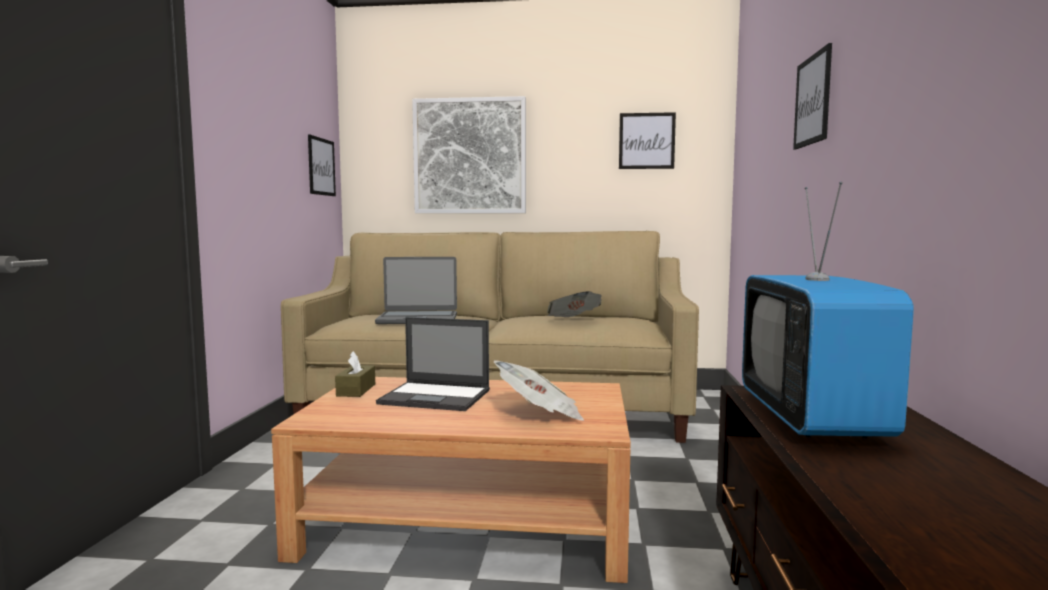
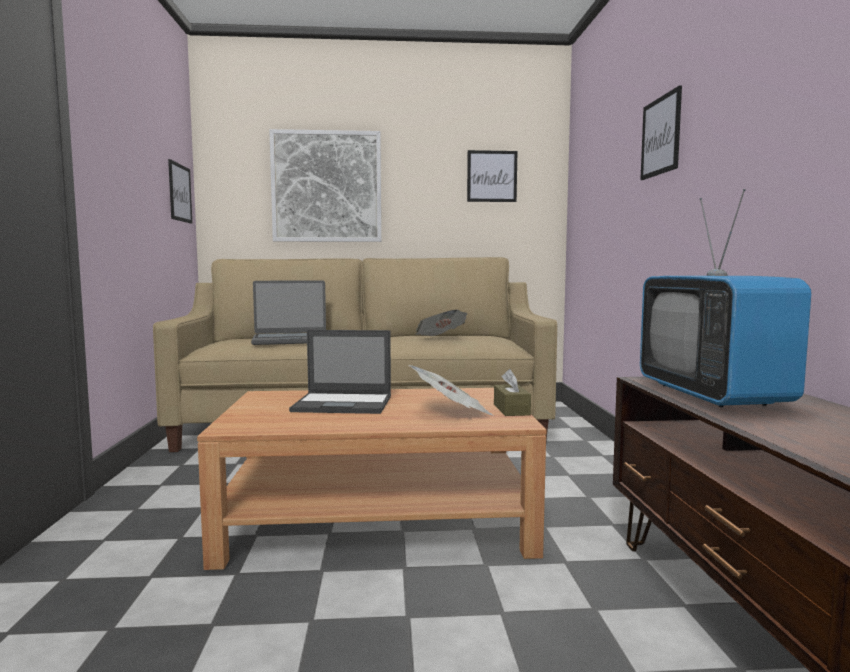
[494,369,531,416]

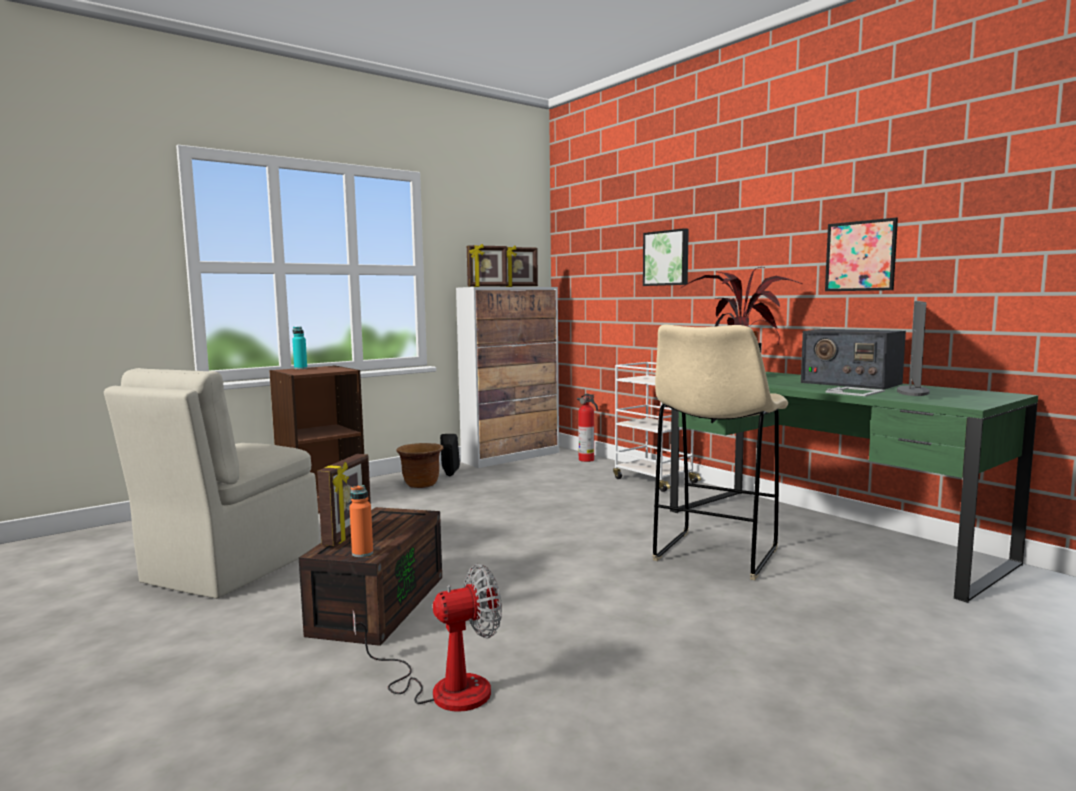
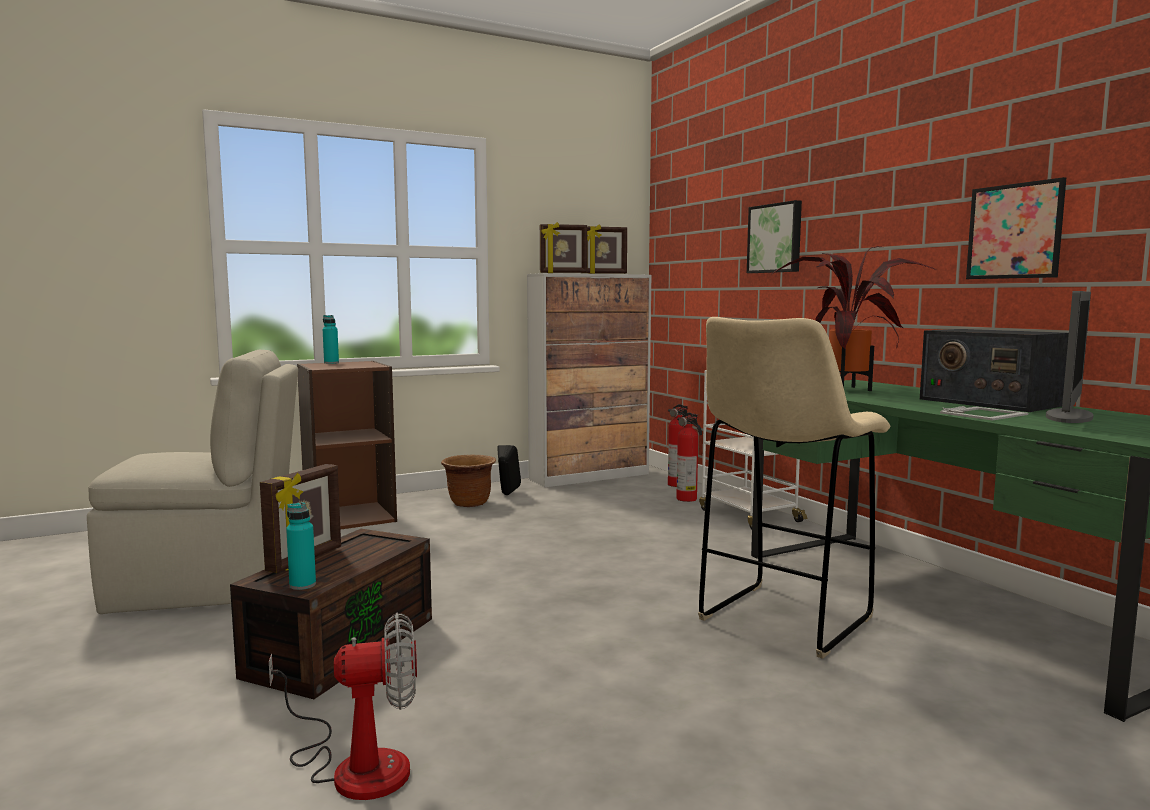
[676,412,702,502]
[286,502,316,590]
[87,350,298,614]

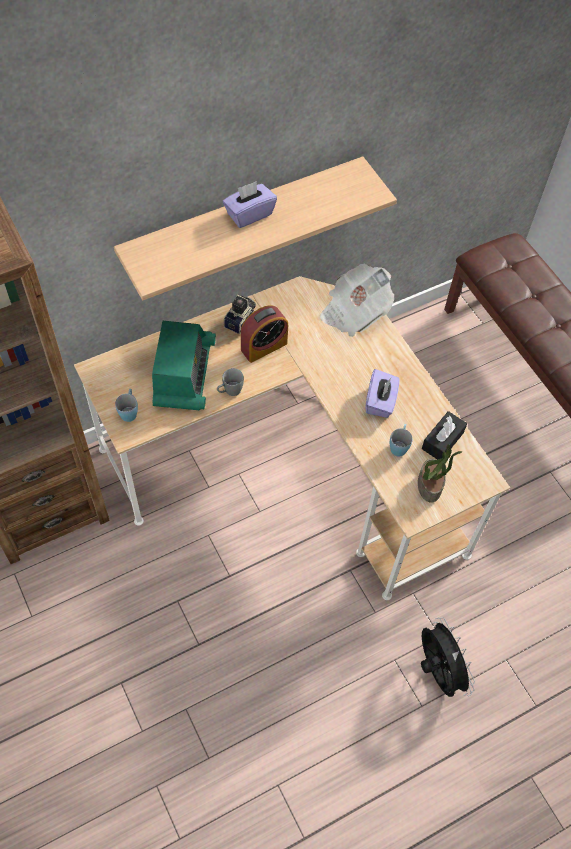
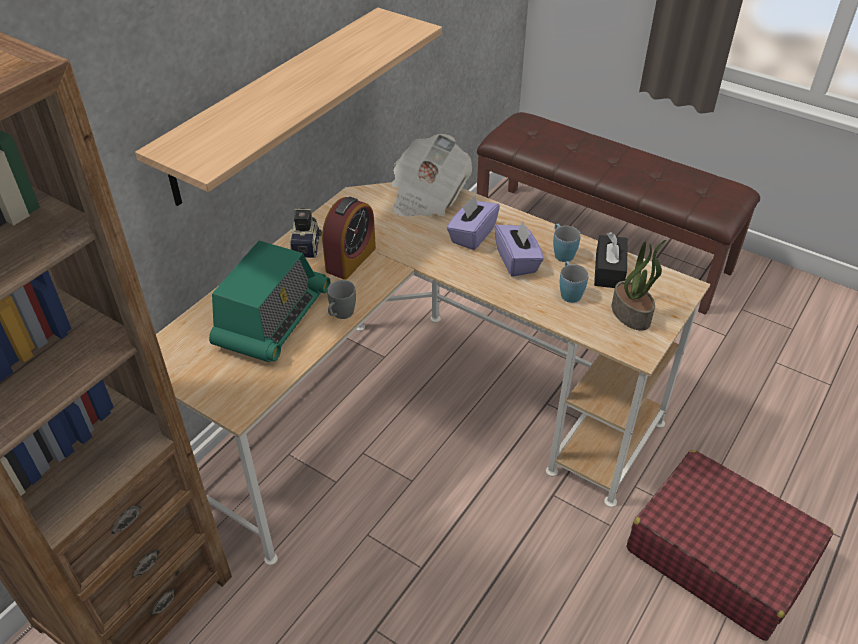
[553,224,581,262]
[446,195,500,250]
[627,450,833,641]
[209,241,330,362]

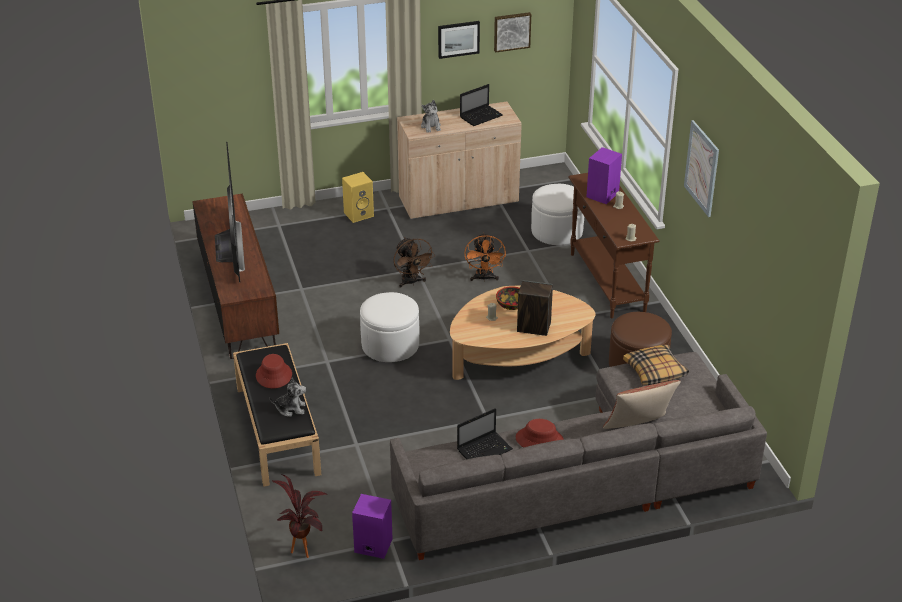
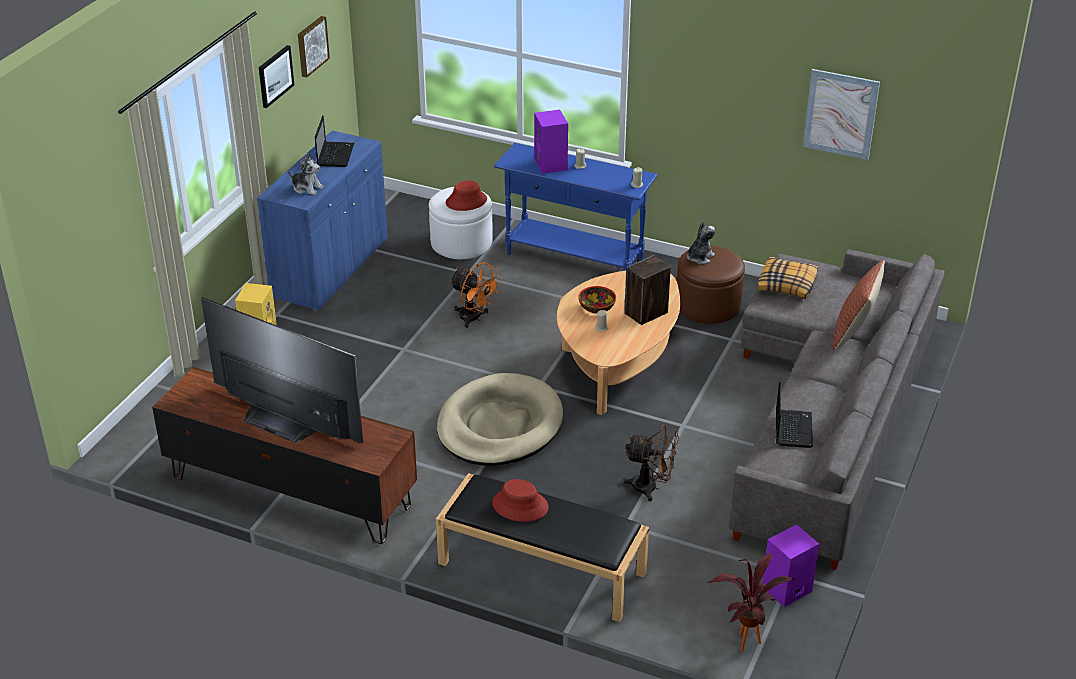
[687,221,715,264]
[622,424,679,502]
[446,180,487,211]
[803,69,880,160]
[437,373,563,466]
[257,131,388,311]
[494,143,658,271]

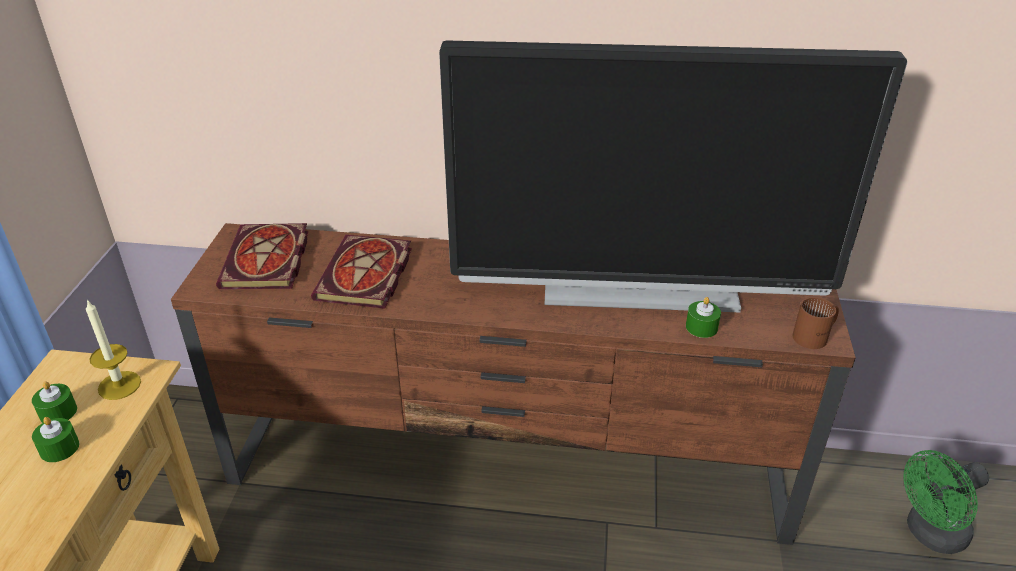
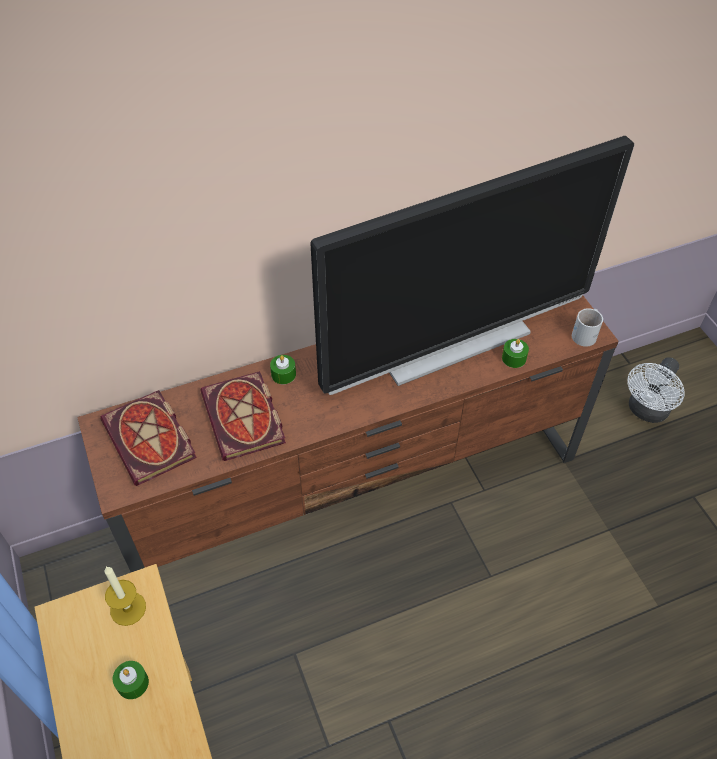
[270,355,296,384]
[572,308,603,347]
[627,357,685,423]

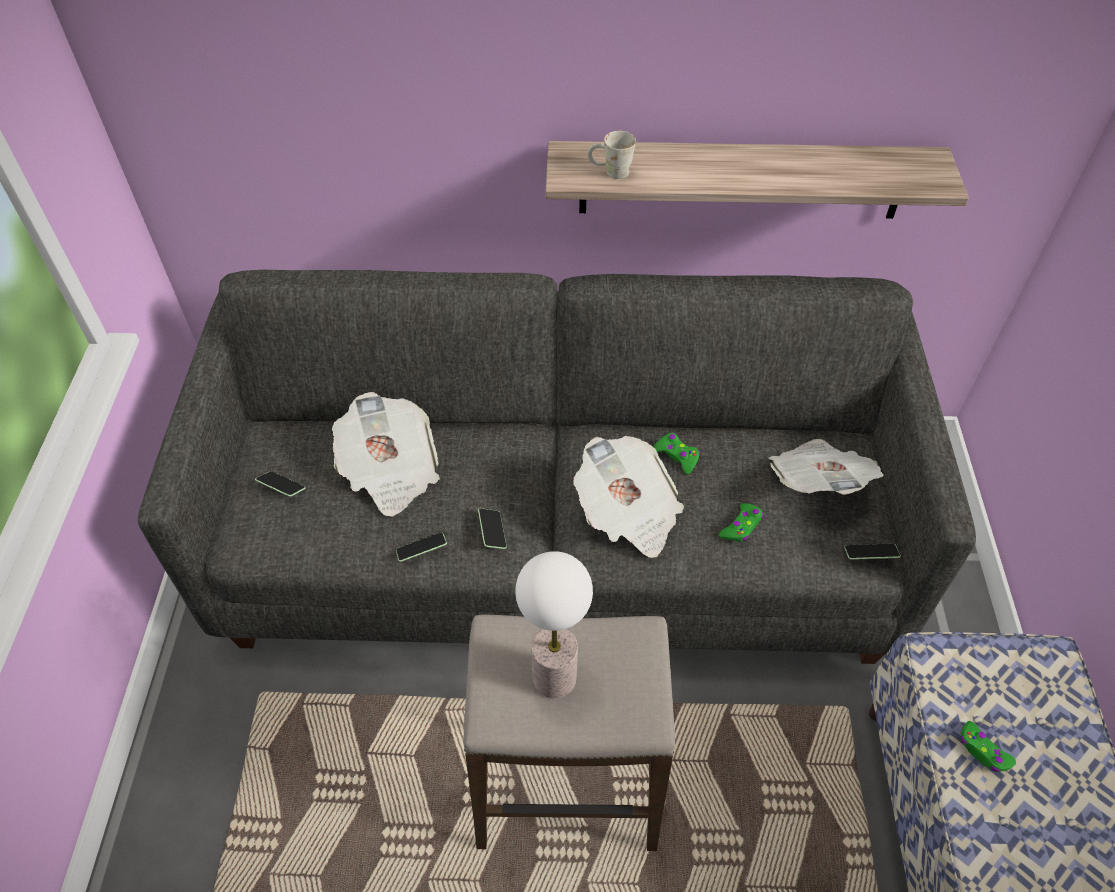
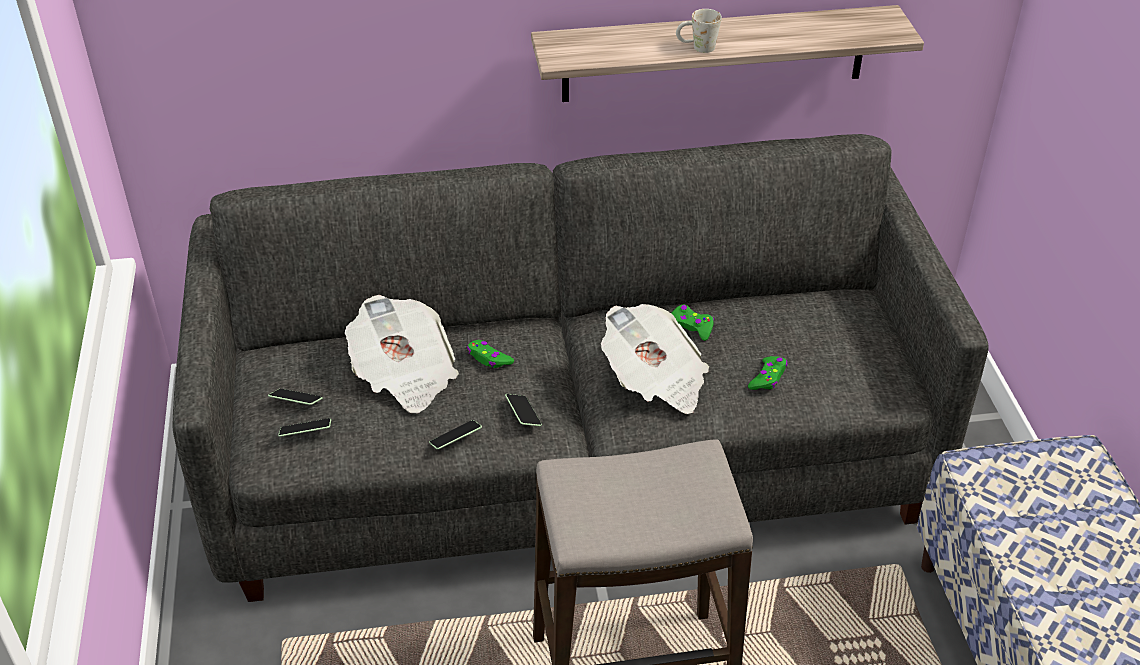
[515,551,593,698] (first image)
[768,439,884,495] (first image)
[676,9,722,53]
[278,418,331,437]
[467,340,514,368]

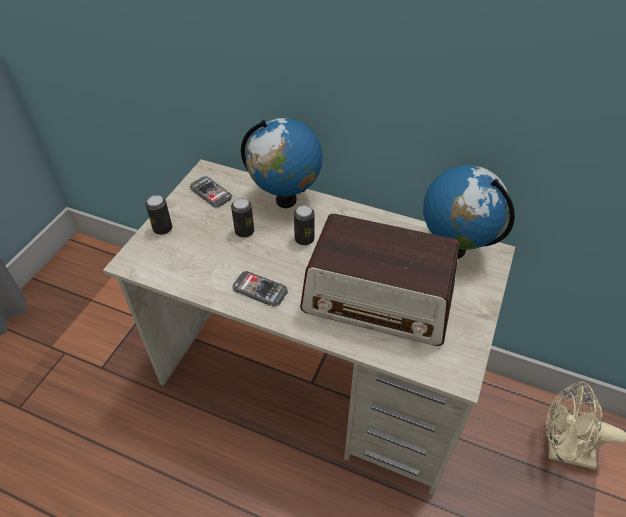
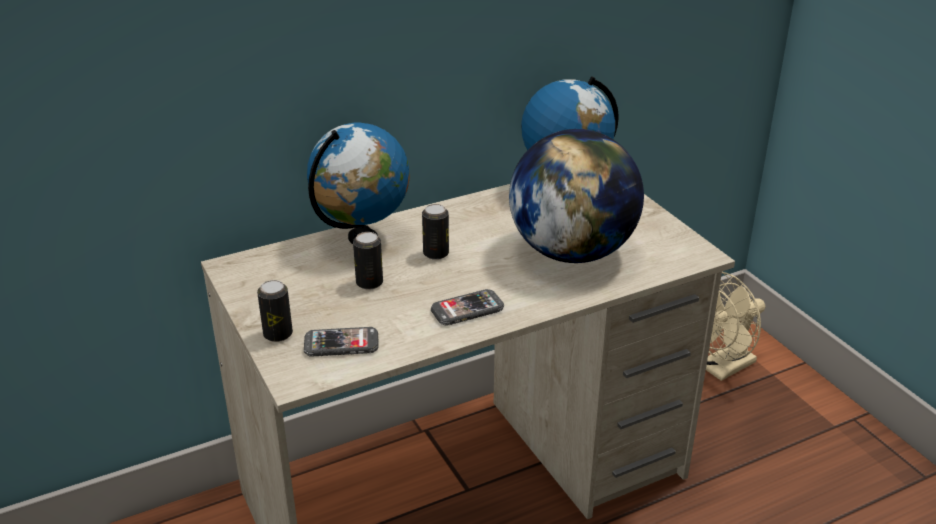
[304,327,379,357]
[509,129,644,263]

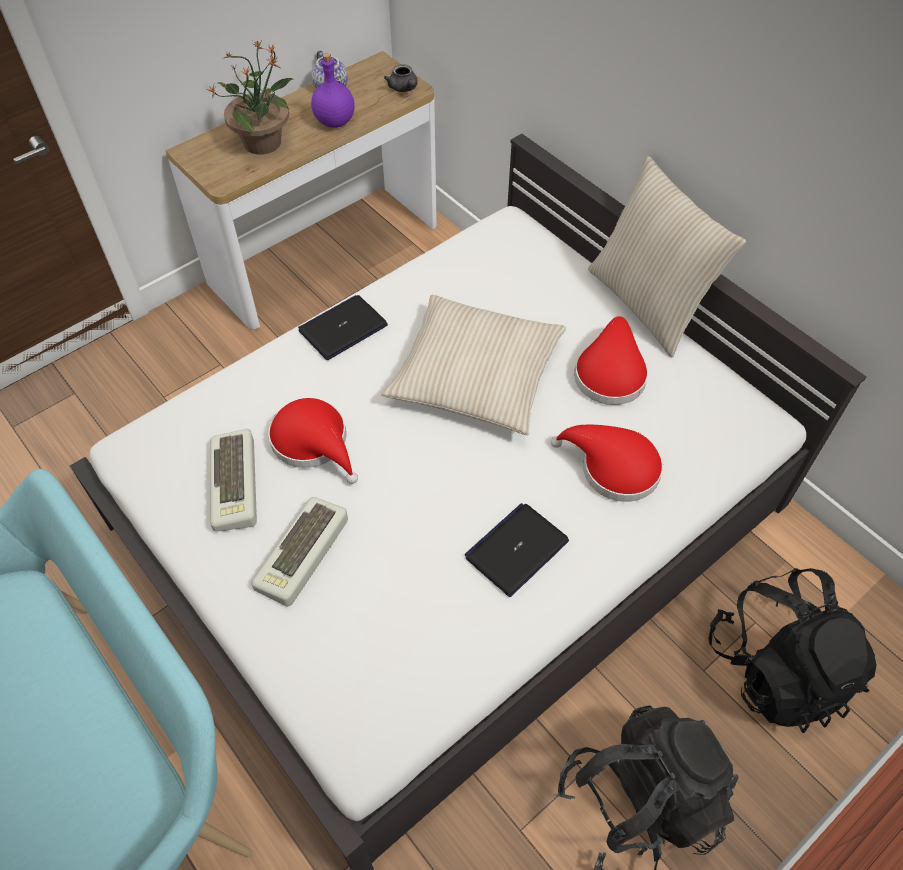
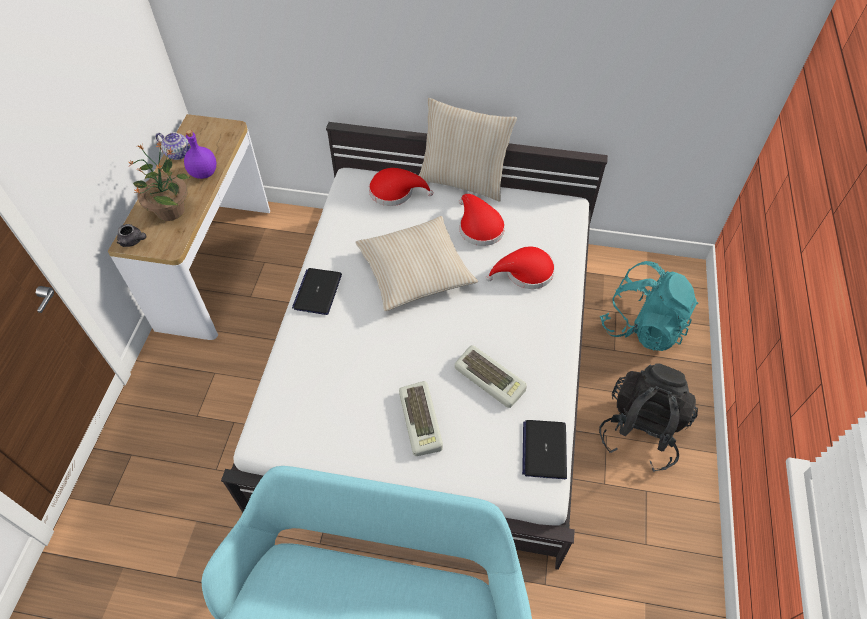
[455,345,527,408]
[369,168,433,206]
[117,224,147,247]
[522,420,567,479]
[600,261,698,351]

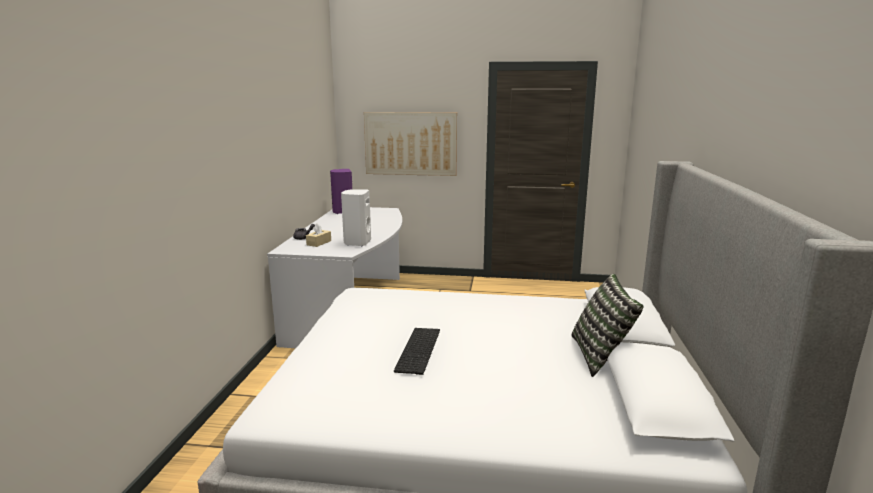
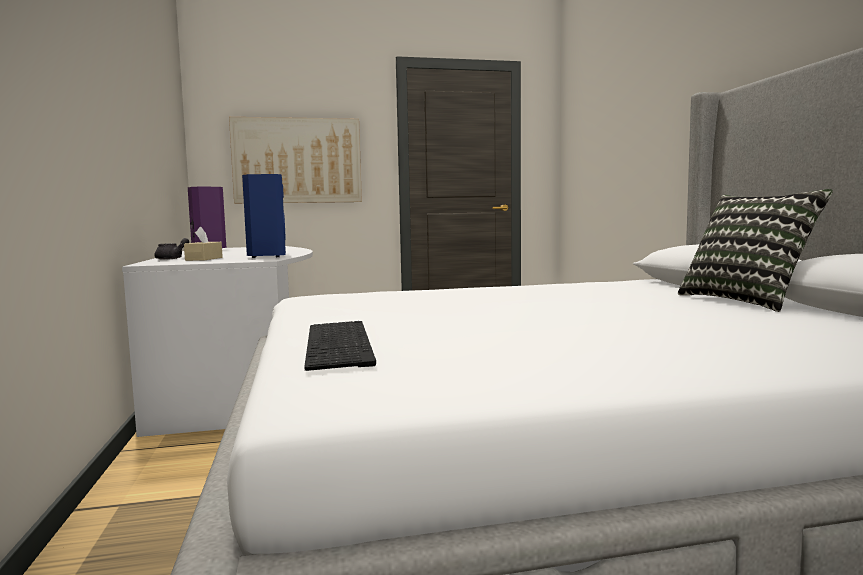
[304,321,376,371]
[242,174,286,258]

